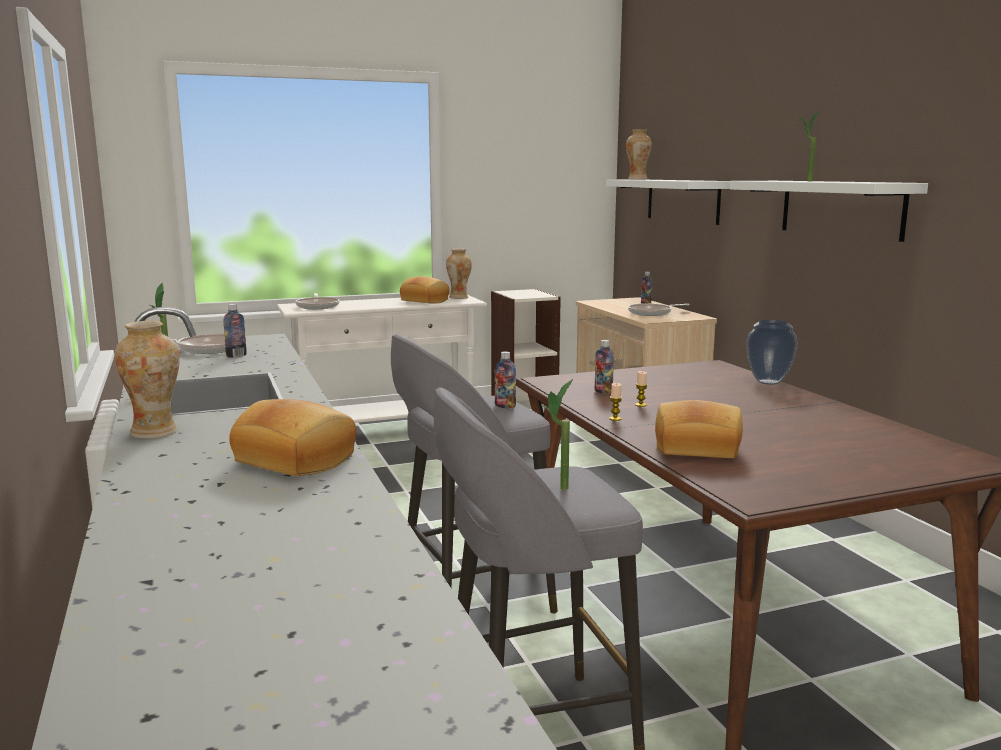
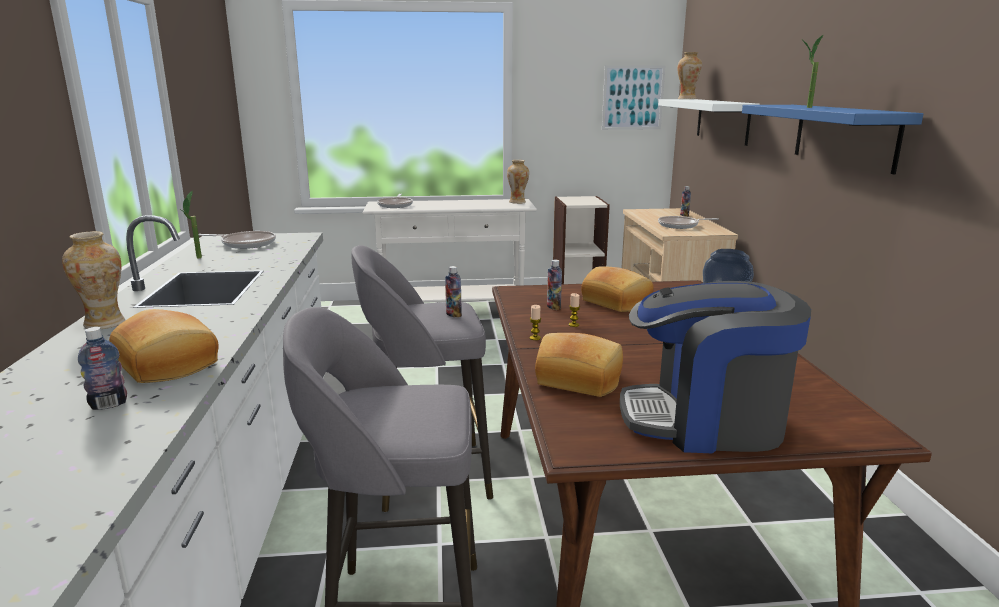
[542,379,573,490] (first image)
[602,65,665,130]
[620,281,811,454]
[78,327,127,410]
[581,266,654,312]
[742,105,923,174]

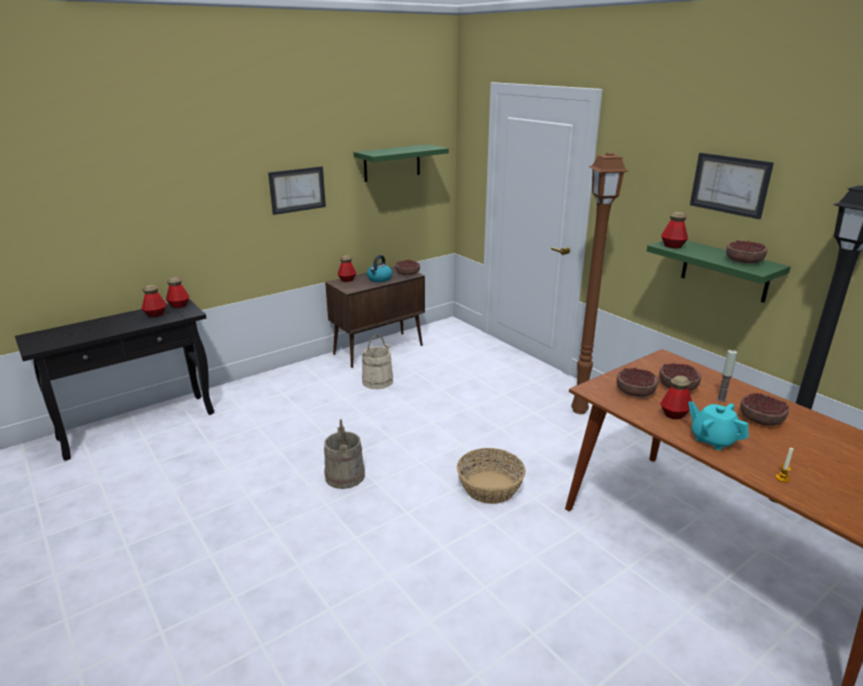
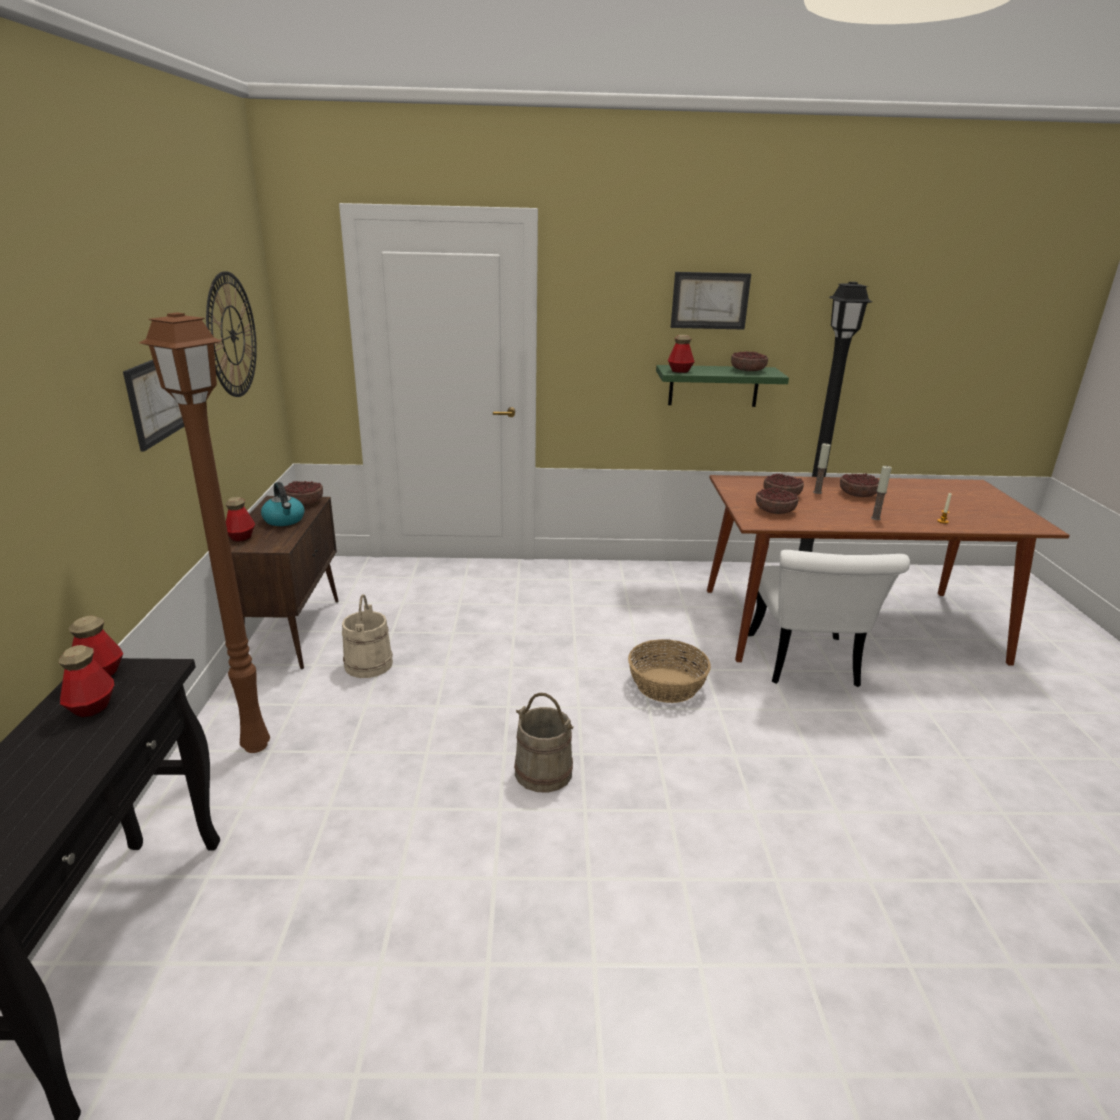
[660,376,692,419] (first image)
[748,550,910,687]
[139,313,270,753]
[206,271,257,397]
[871,465,892,520]

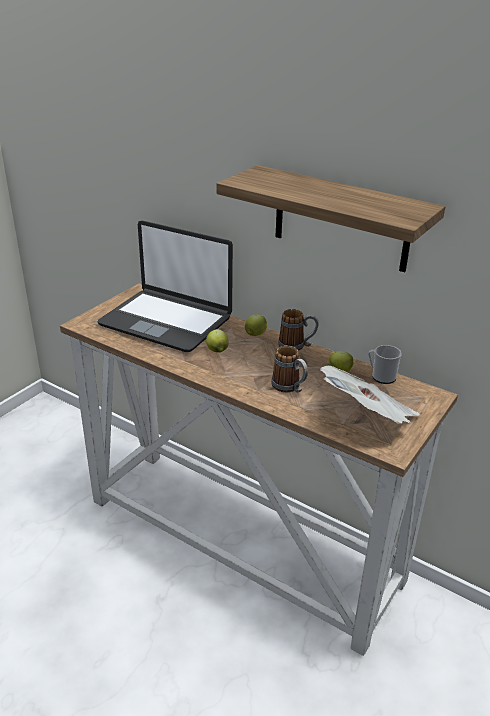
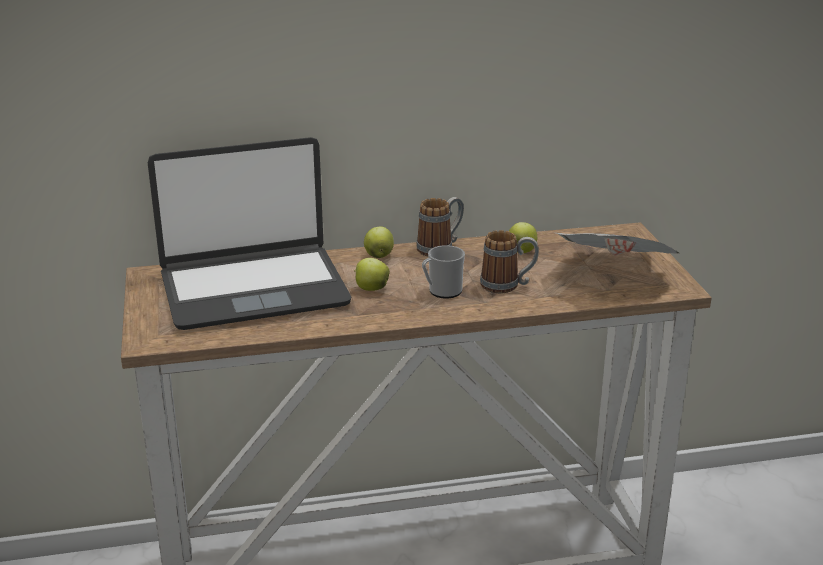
[216,165,445,272] (first image)
[422,245,465,299]

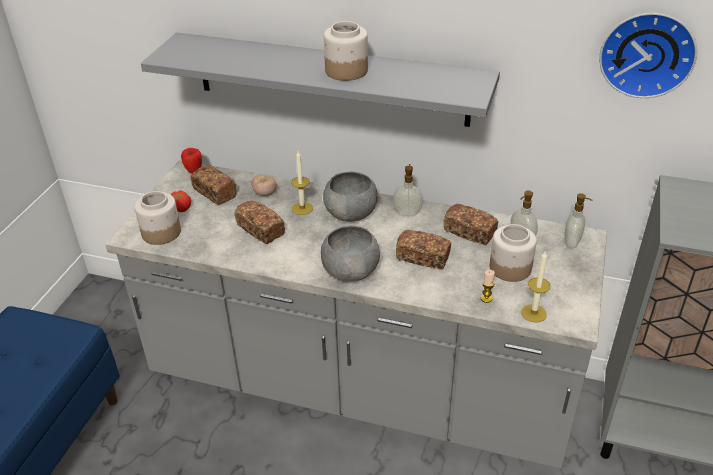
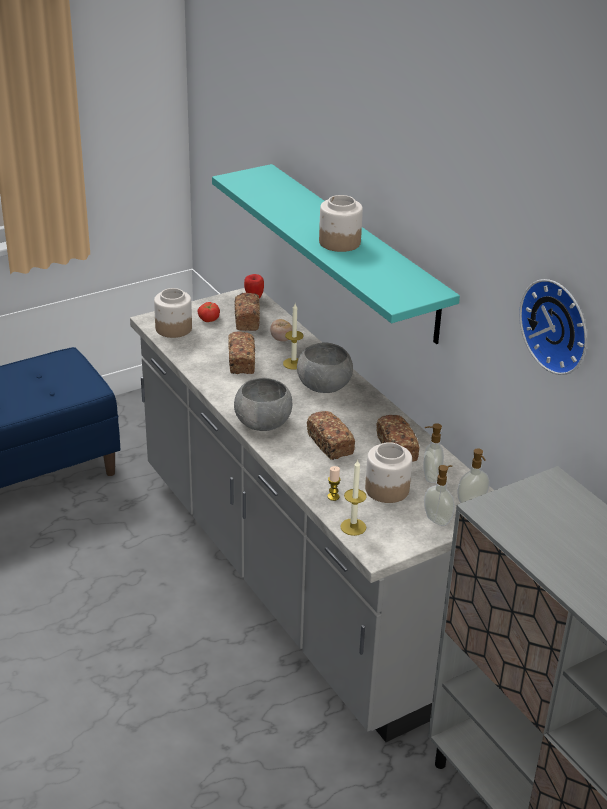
[424,465,455,526]
[212,164,460,344]

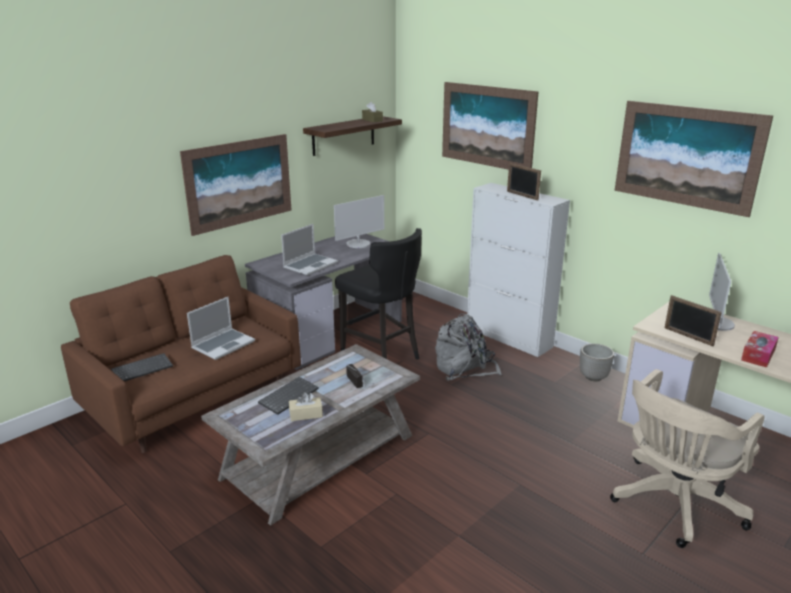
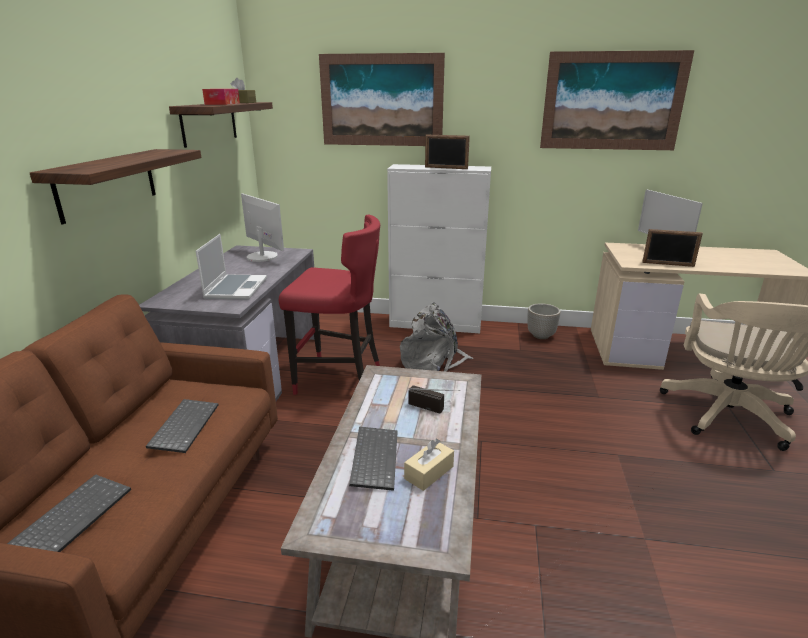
[202,89,240,105]
[30,149,201,224]
[146,399,218,453]
[279,215,380,395]
[241,193,284,262]

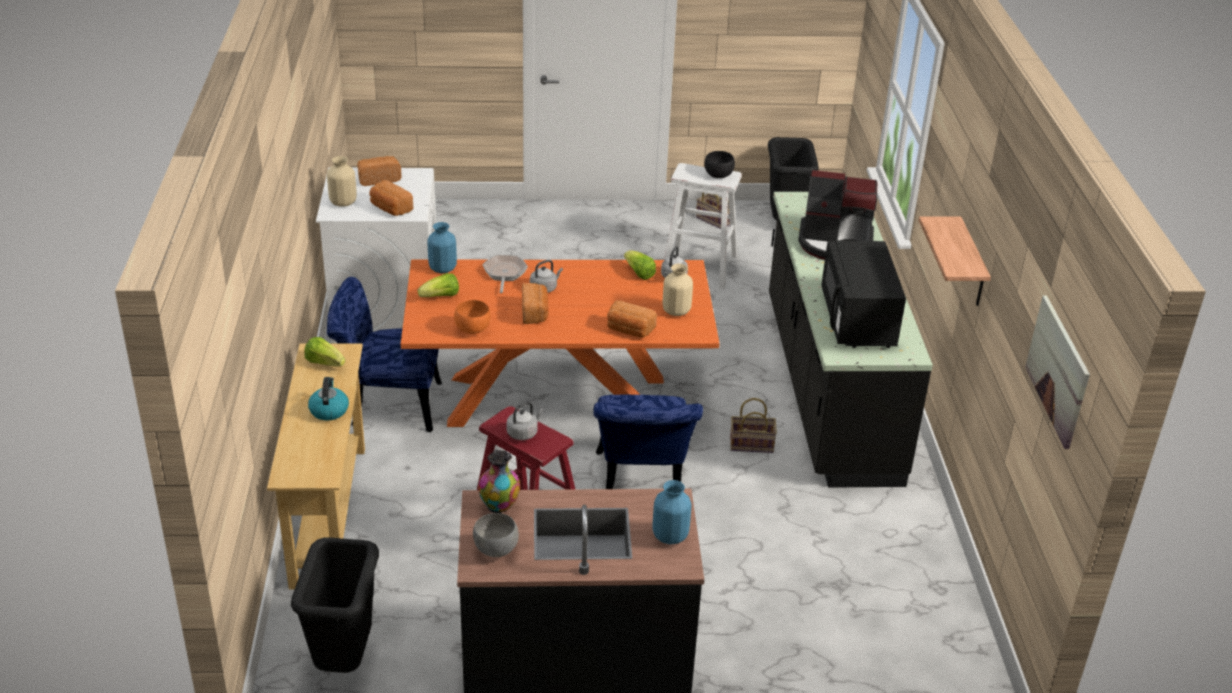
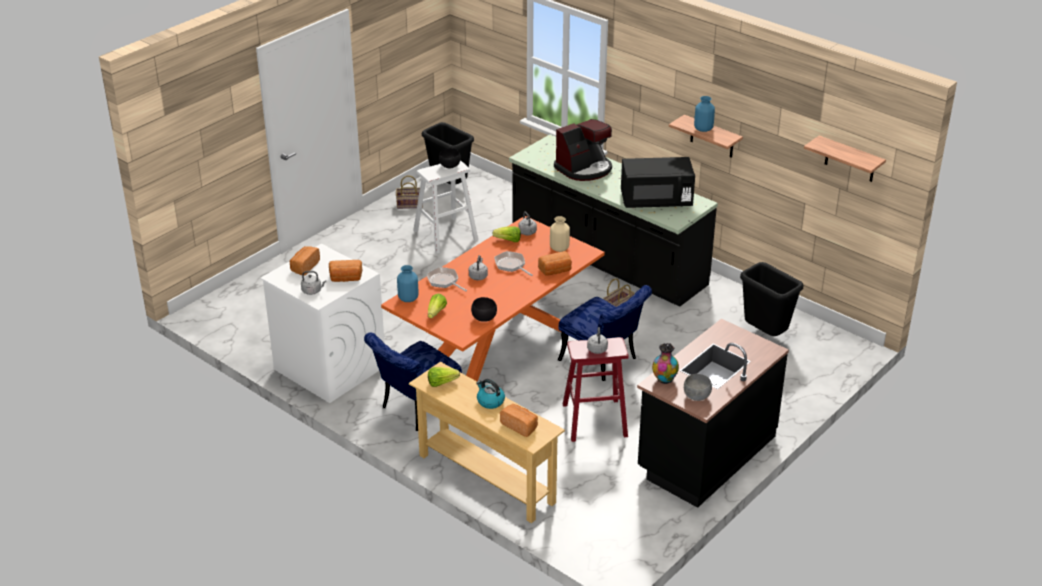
[495,251,533,276]
[740,262,804,336]
[500,404,538,437]
[694,96,715,132]
[301,271,326,295]
[804,135,886,182]
[471,297,497,322]
[621,157,695,208]

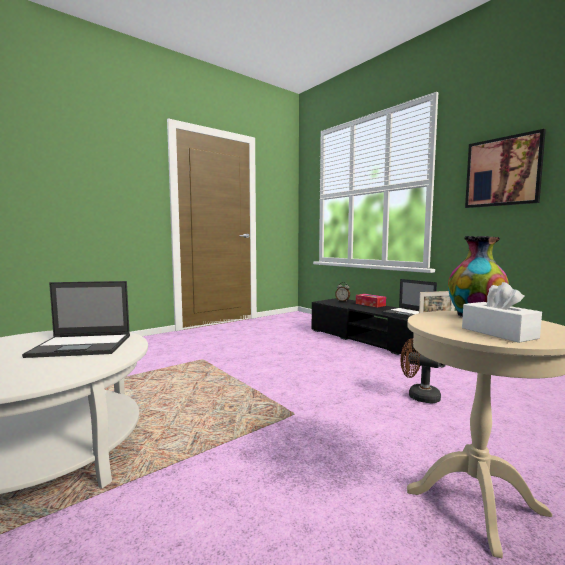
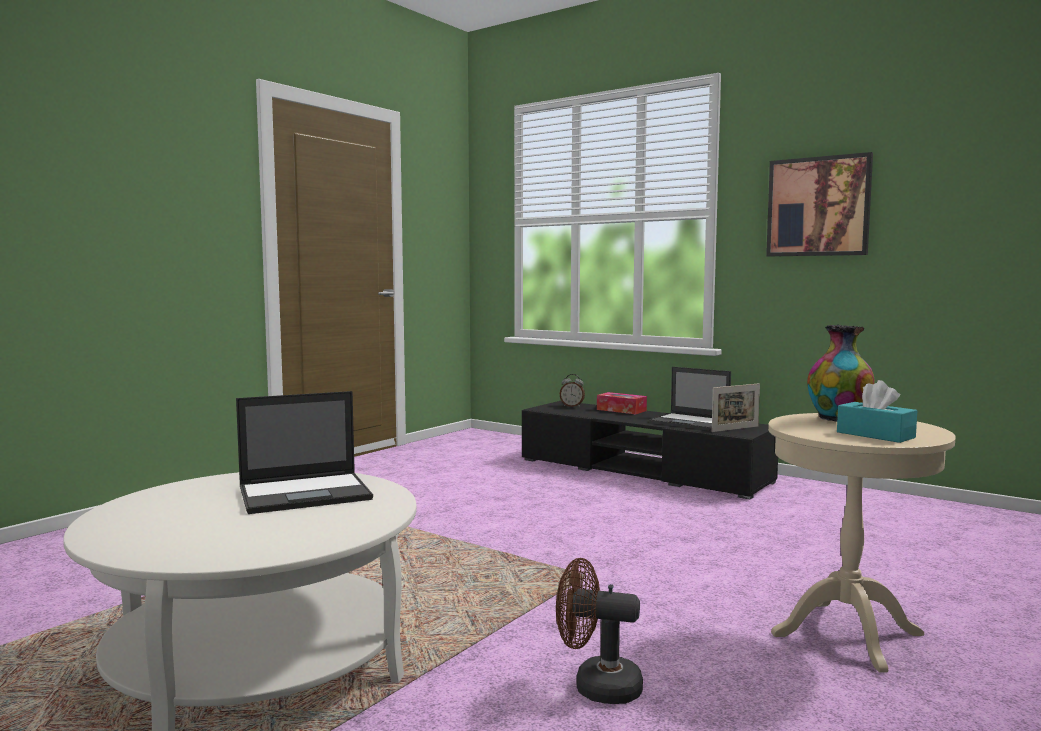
[556,558,643,704]
[837,380,917,443]

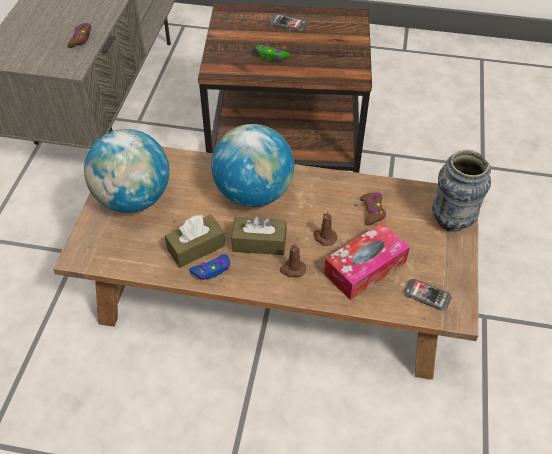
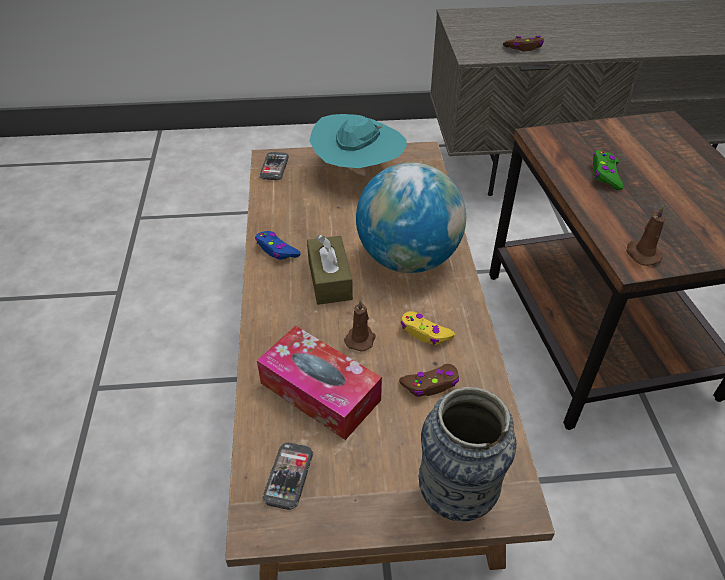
[165,214,225,268] (first image)
[401,311,455,345]
[259,152,289,180]
[626,205,665,266]
[309,114,407,176]

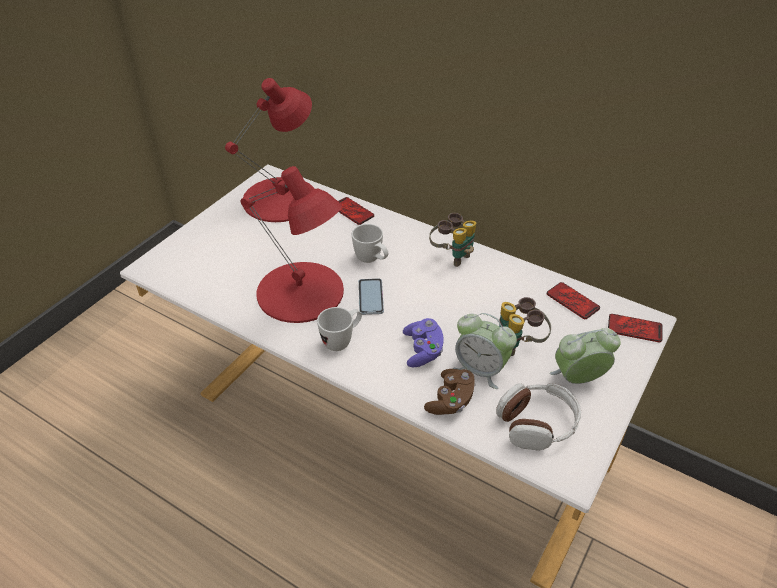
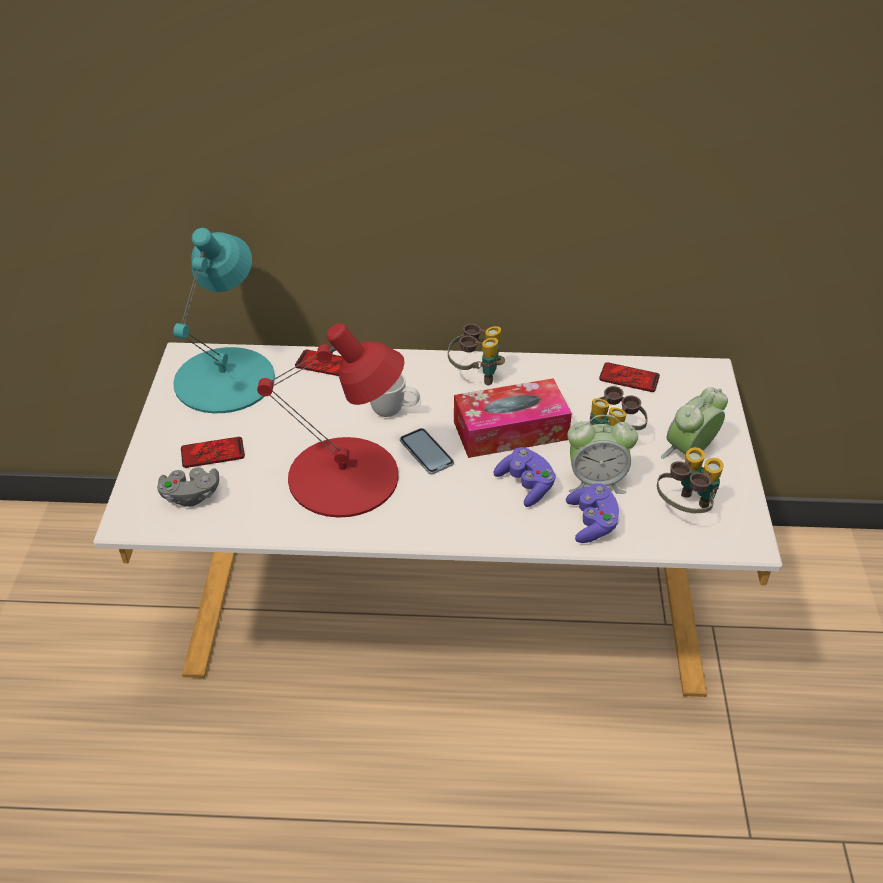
[317,307,362,351] (first image)
[157,467,219,507]
[454,378,572,458]
[181,437,245,468]
[657,447,724,513]
[173,228,275,413]
[566,483,619,543]

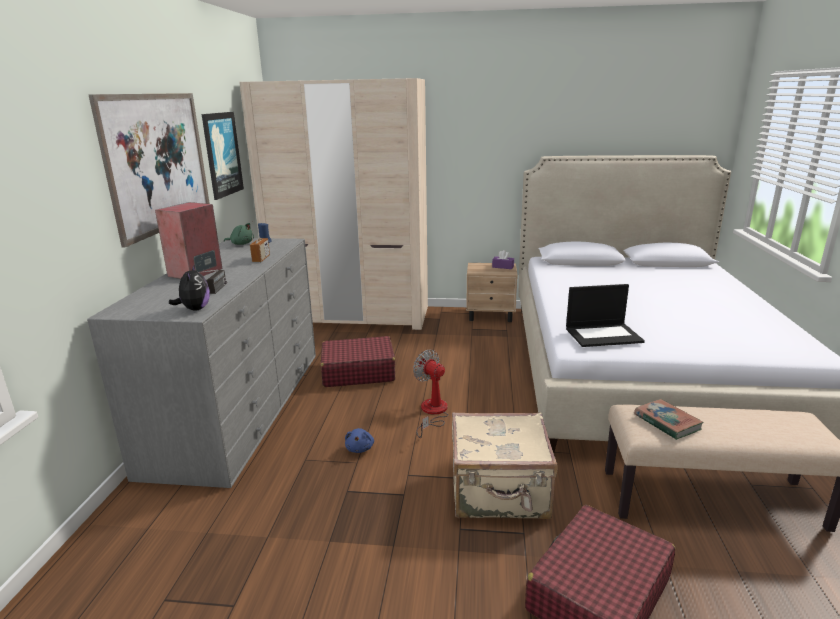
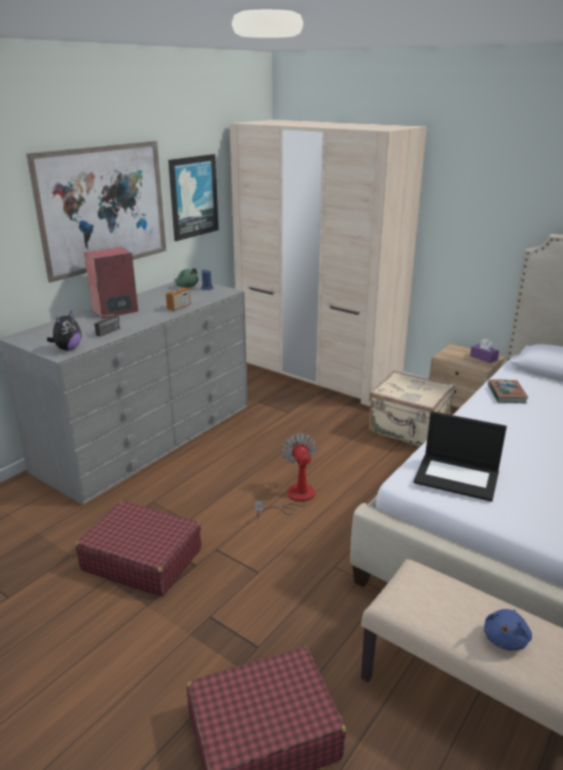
[76,501,201,596]
[484,609,532,651]
[369,370,455,446]
[488,379,529,403]

